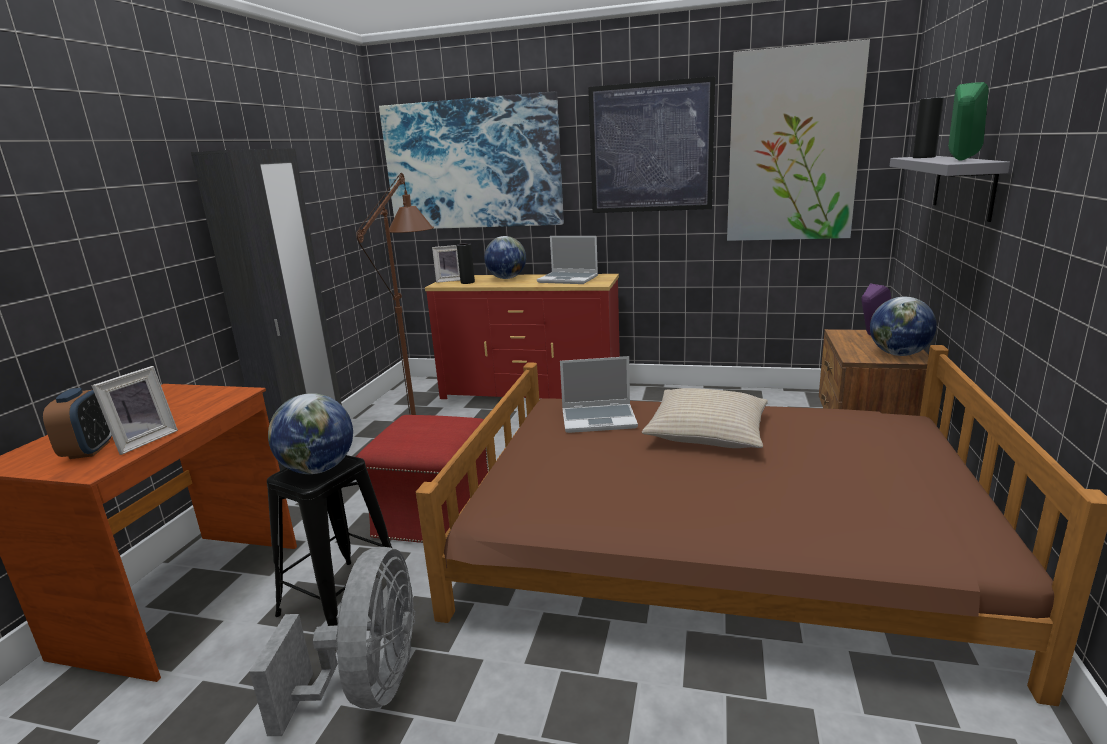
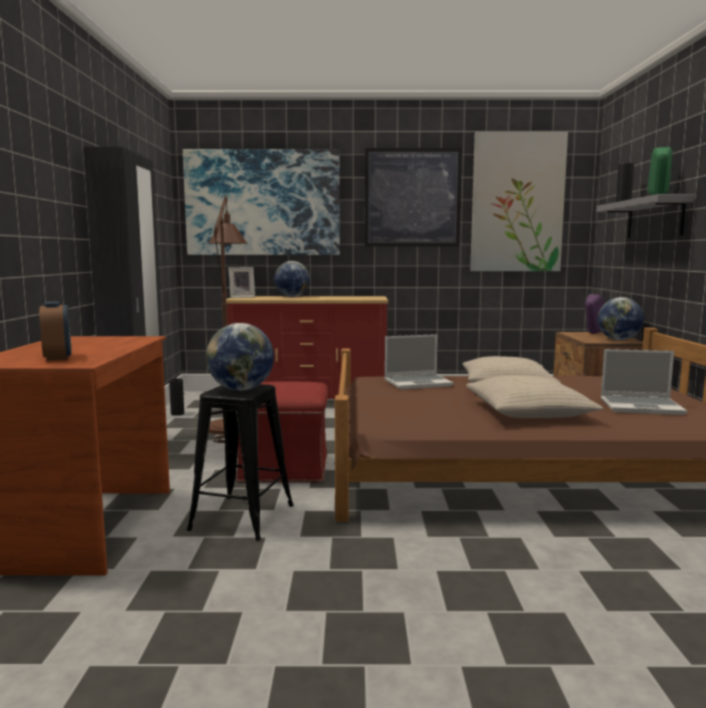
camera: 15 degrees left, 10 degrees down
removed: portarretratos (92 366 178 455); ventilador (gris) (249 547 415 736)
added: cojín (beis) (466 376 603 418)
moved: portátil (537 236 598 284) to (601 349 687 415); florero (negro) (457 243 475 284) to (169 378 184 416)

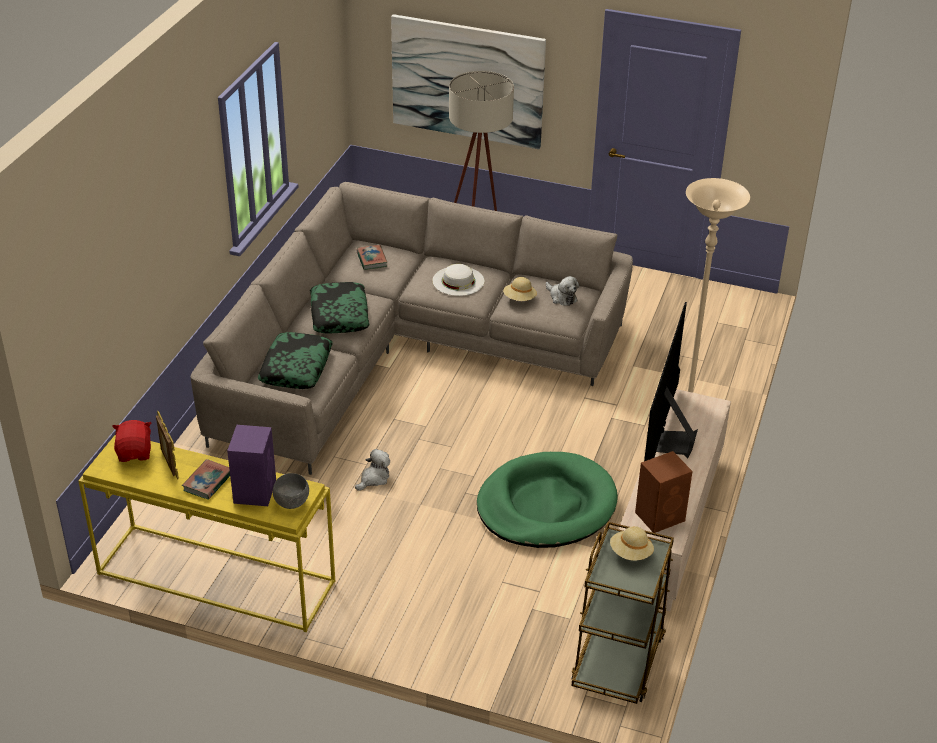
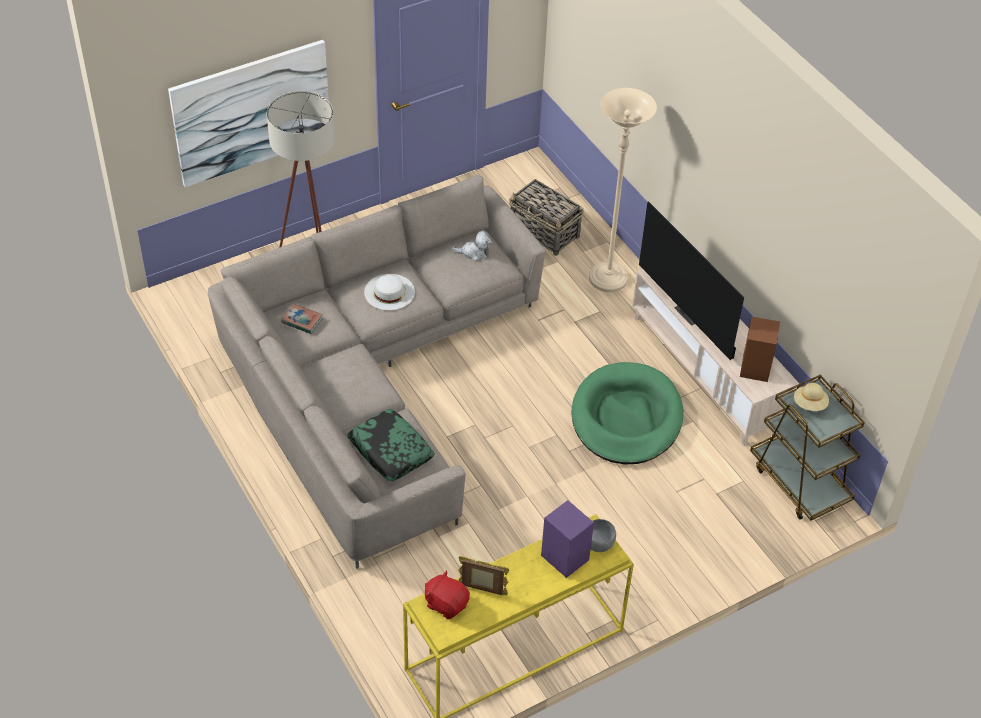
camera: 50 degrees left, 10 degrees up
removed: sombrero (beis) (503 277 537 301); cojín (310 282 370 334); peluche (355 449 390 490); libro (182 459 230 500)
added: cesta (509 179 583 256)

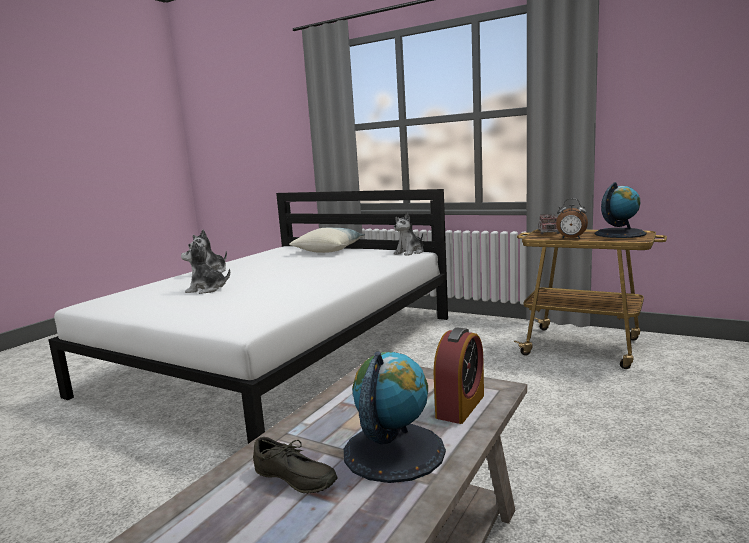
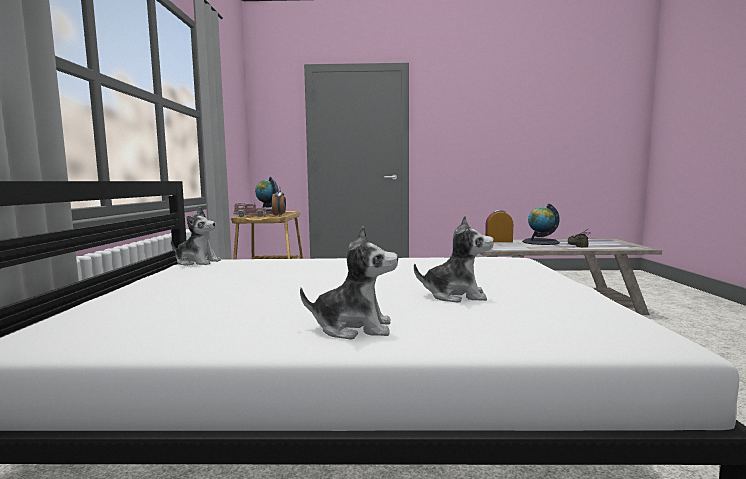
camera: 120 degrees left, 5 degrees down
removed: cojín (289 228 365 253)
turned: peluche (181 240 230 294) = (414 216 494 303) 60 degrees counterclockwise

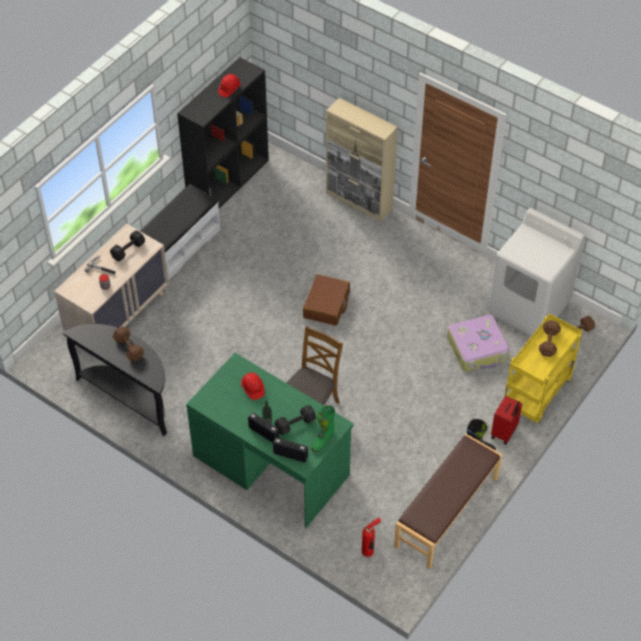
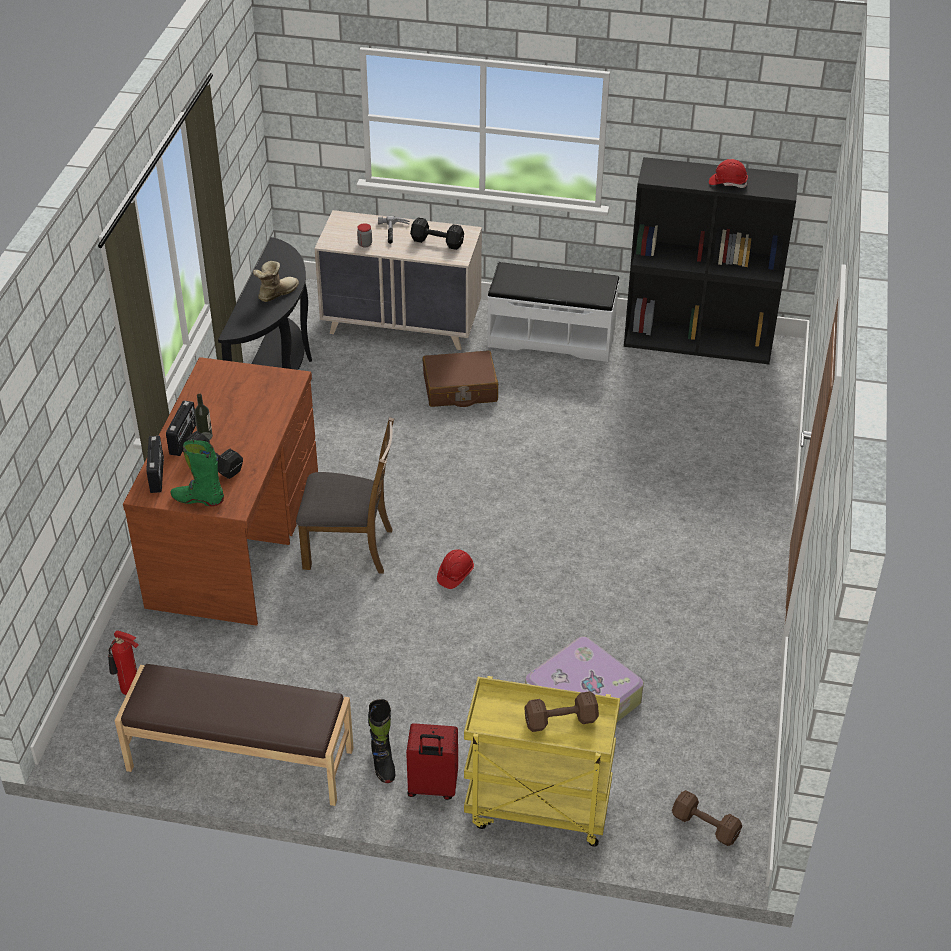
camera: 65 degrees right, 10 degrees down
removed: armario (beis) (326 98 397 222); lavadora (blanco) (488 208 585 336)
moved: maleta (marrón) (303 274 350 326) to (423 350 498 407); casco (rojo) (241 373 265 400) to (437 549 474 589)
replaced: mancuerna (marrón) (113 326 144 361) to bota (253 261 299 302)
recoloured: escritorio (verde) (186 353 354 528) to escritorio (marrón) (123 357 318 626)

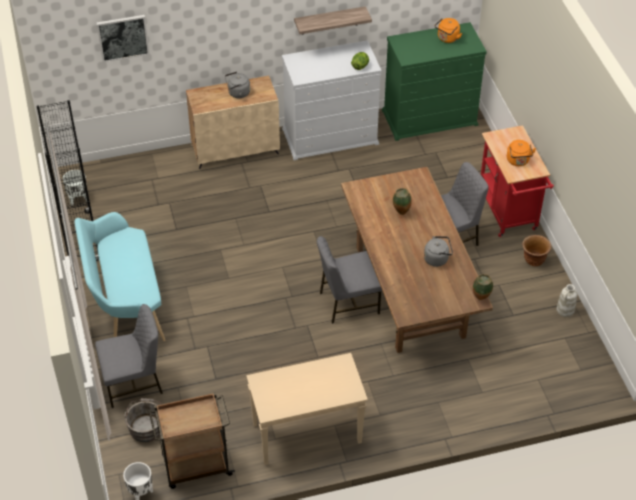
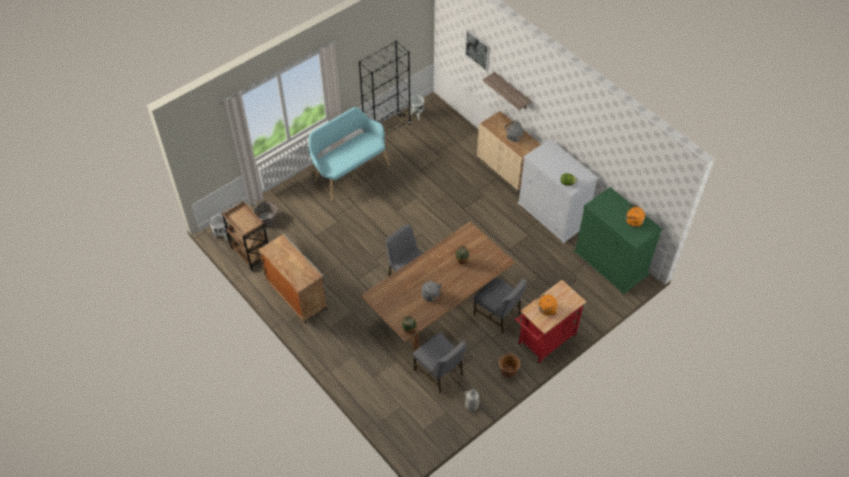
camera: 65 degrees right, 5 degrees up
moved: estante (294 6 372 35) to (483 72 531 110); silla (gris) (95 304 163 408) to (413 333 466 393)
replaced: mesa consola (beis) (246 353 368 465) to armario (gris) (259 234 328 324)

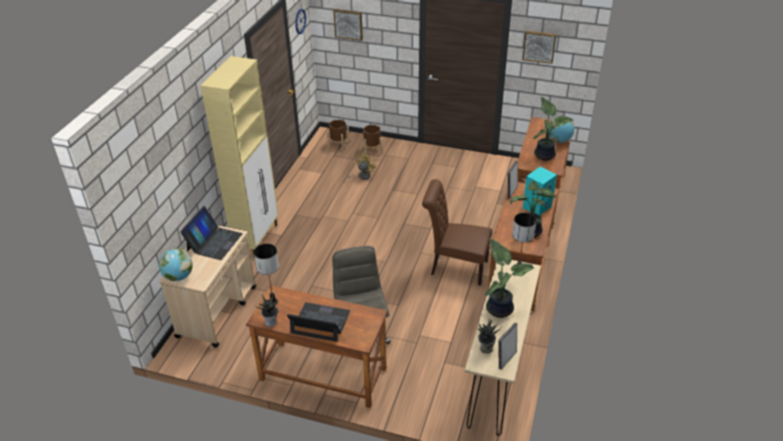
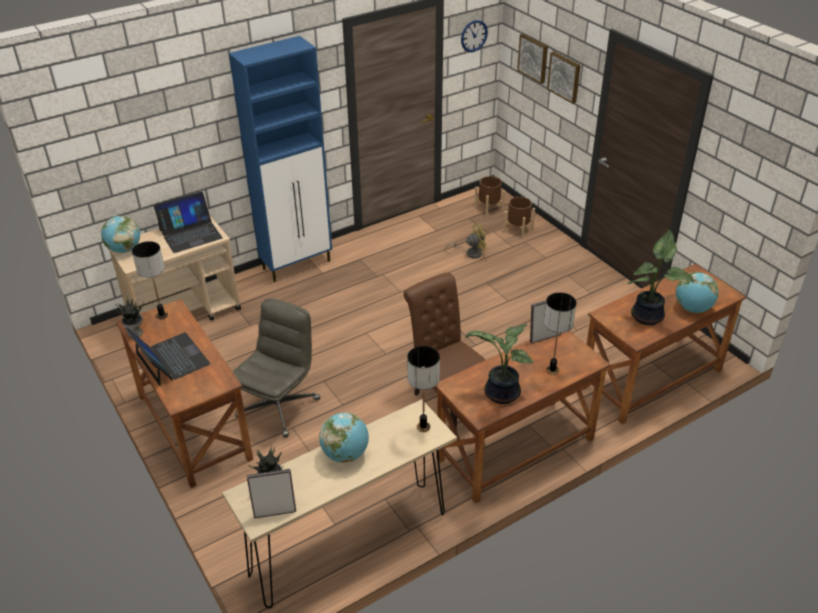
camera: 40 degrees right, 0 degrees up
moved: cuadro (522 31 557 64) to (547 52 581 104)
replaced: altavoz (turquesa) (523 167 557 216) to lámpara de mesa (544 292 577 375); planta en maceta (485 239 535 318) to globo terráqueo (319 413 369 463)
recoloured: armario (beis) (200 56 278 258) to armario (azul) (229 36 332 282)

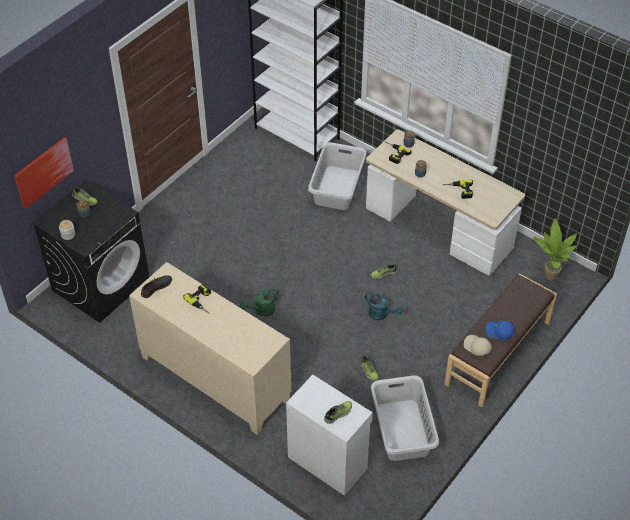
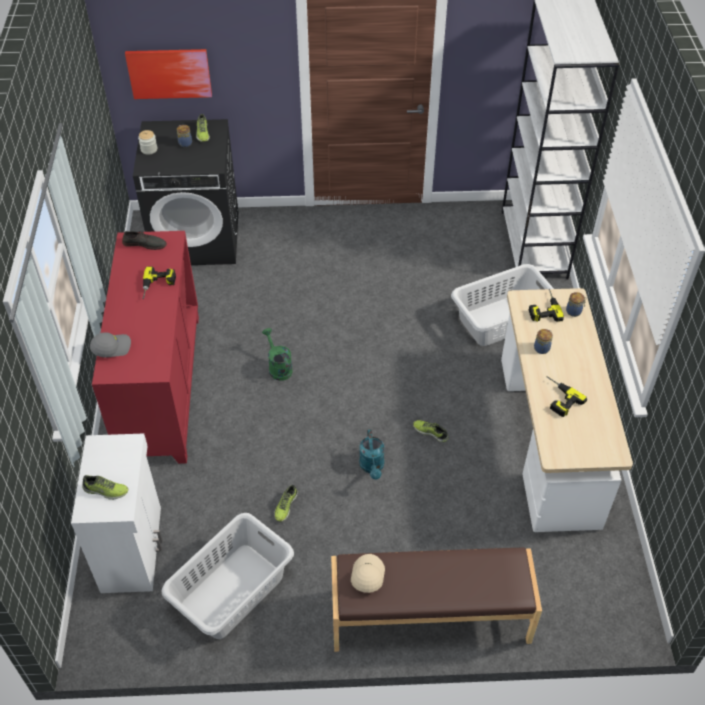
camera: 50 degrees right, 0 degrees up
removed: planta en maceta (533 219 577 281); gorra (azul) (486 321 515 339)
added: gorra (gris) (90 332 131 358)
recoloured: armario (beis) (129 262 291 435) to armario (rojo) (92 231 199 464)
turned: regadera (verde) (240 288 278 317) = (262 328 293 381) 45 degrees clockwise

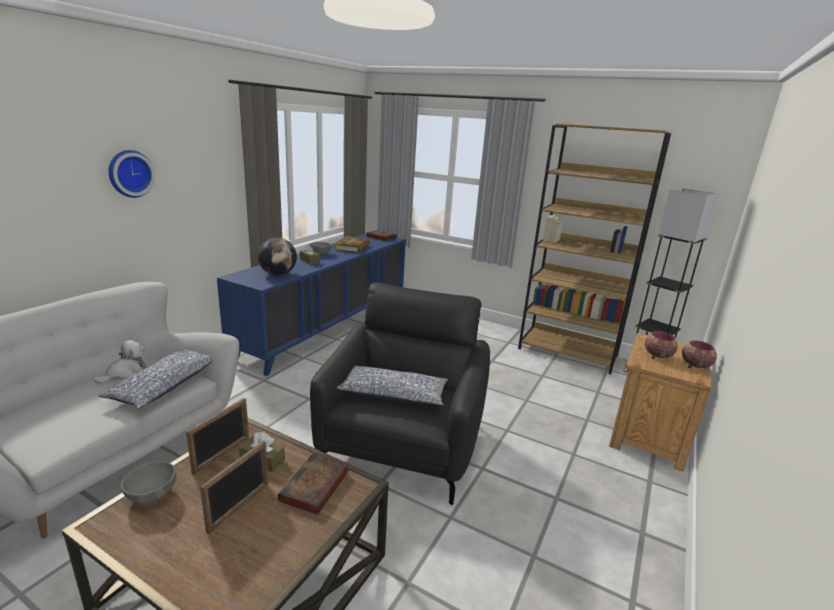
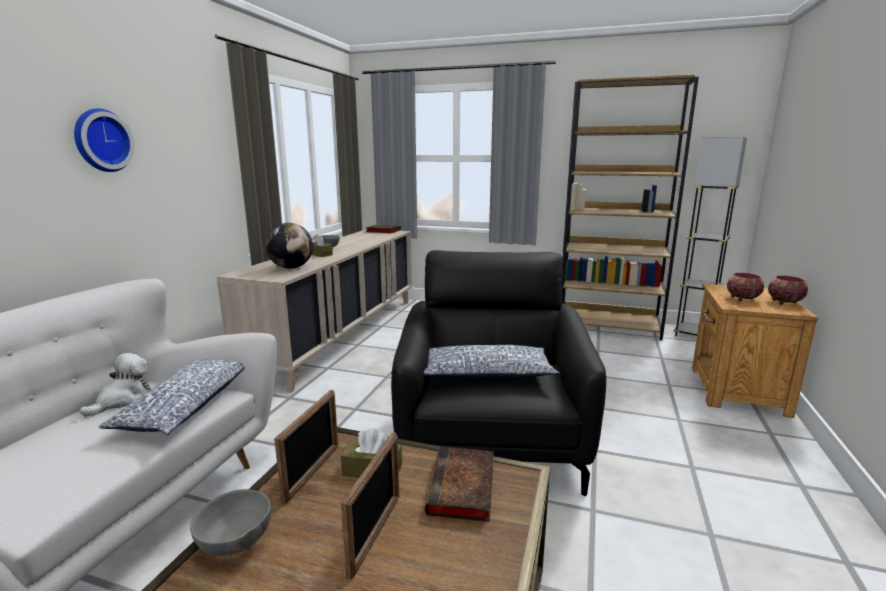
camera: 10 degrees left, 5 degrees down
removed: libro (334 236 370 253)
recoloured: armario (azul) (217 234 406 376) to armario (beis) (217 229 412 393)

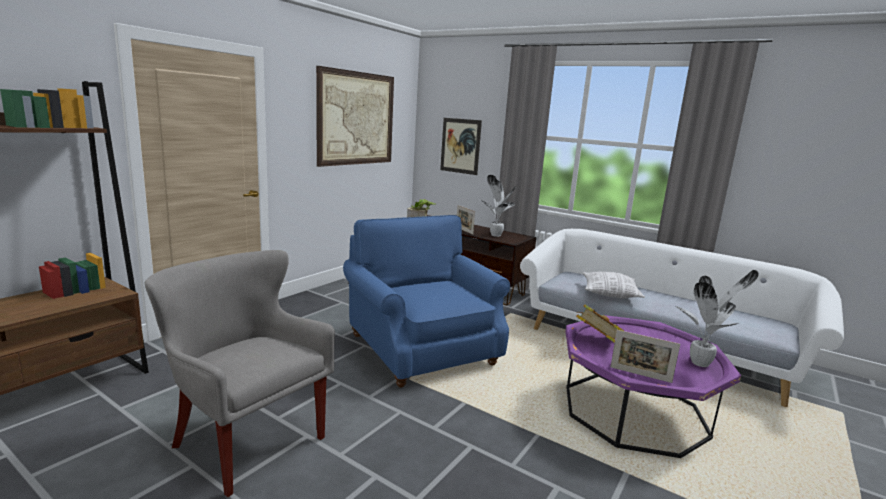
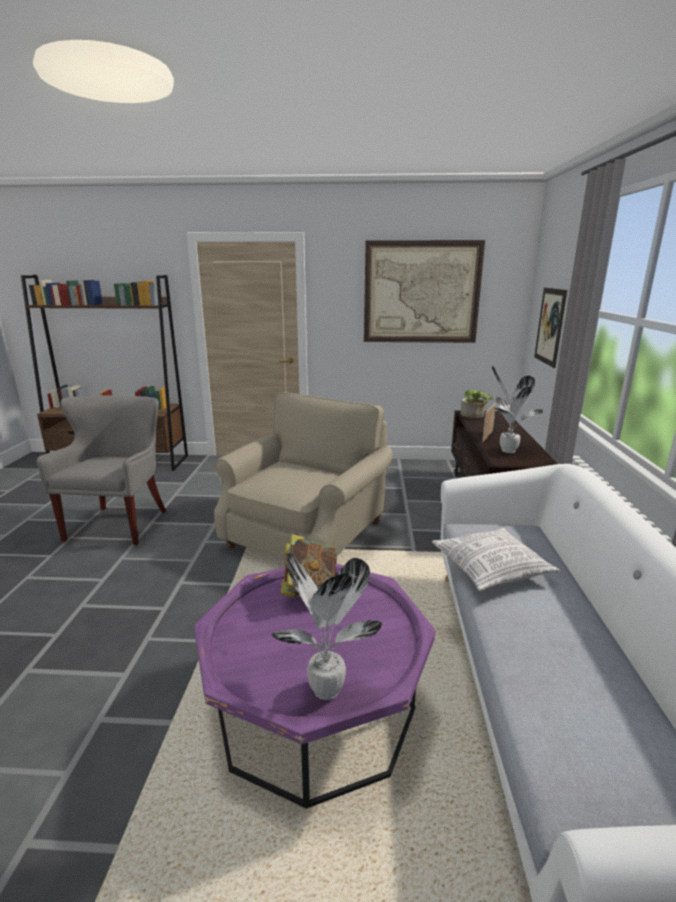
camera: 60 degrees right, 5 degrees up
removed: portarretratos (611 330 680 383)
recoloured: sillón (azul) (343 215 510 388) to sillón (beis) (214 392 393 560)

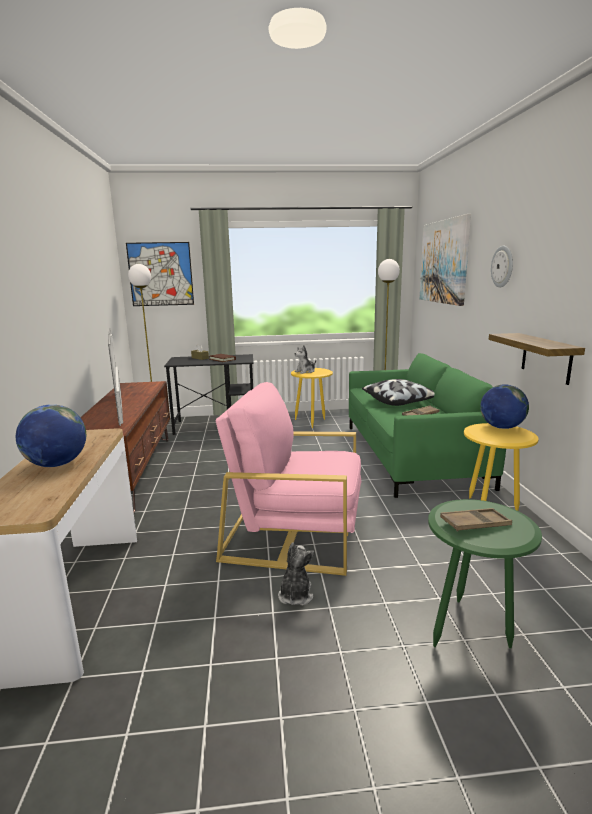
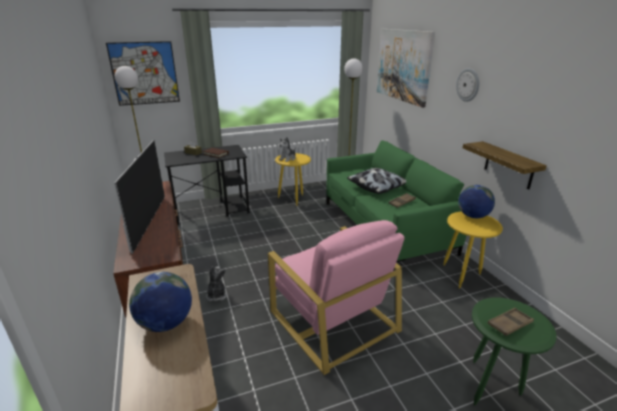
camera: 15 degrees left, 10 degrees up
moved: peluche (278 542 314 606) to (206 266 228 301)
turned: televisor (108 328 123 426) = (114 140 165 254) 150 degrees counterclockwise; sillón (rosa) (215 382 361 576) = (268 220 405 375) 120 degrees counterclockwise

